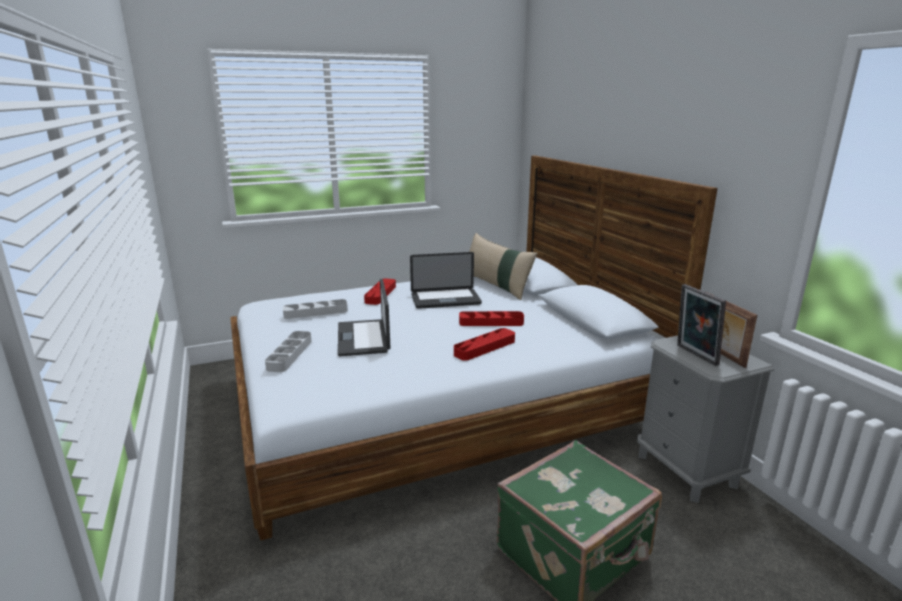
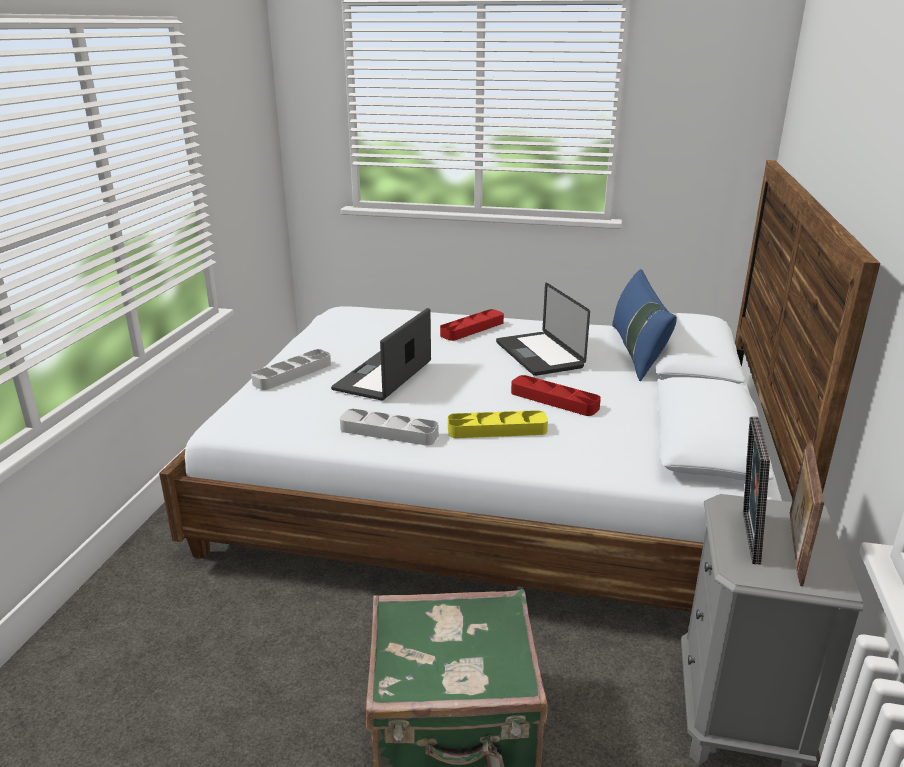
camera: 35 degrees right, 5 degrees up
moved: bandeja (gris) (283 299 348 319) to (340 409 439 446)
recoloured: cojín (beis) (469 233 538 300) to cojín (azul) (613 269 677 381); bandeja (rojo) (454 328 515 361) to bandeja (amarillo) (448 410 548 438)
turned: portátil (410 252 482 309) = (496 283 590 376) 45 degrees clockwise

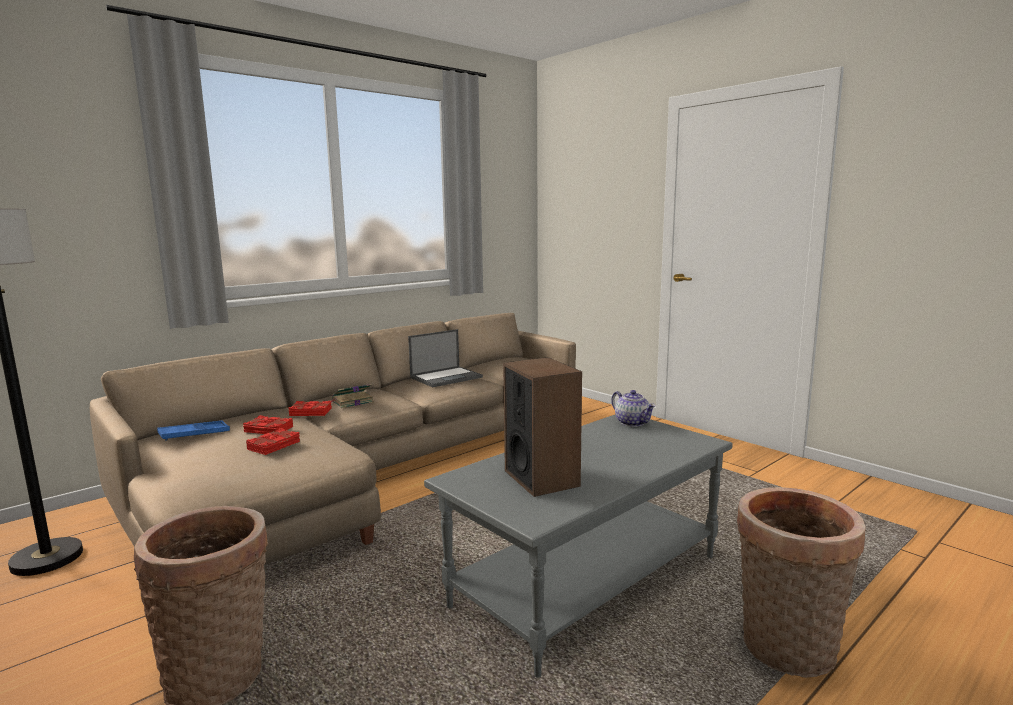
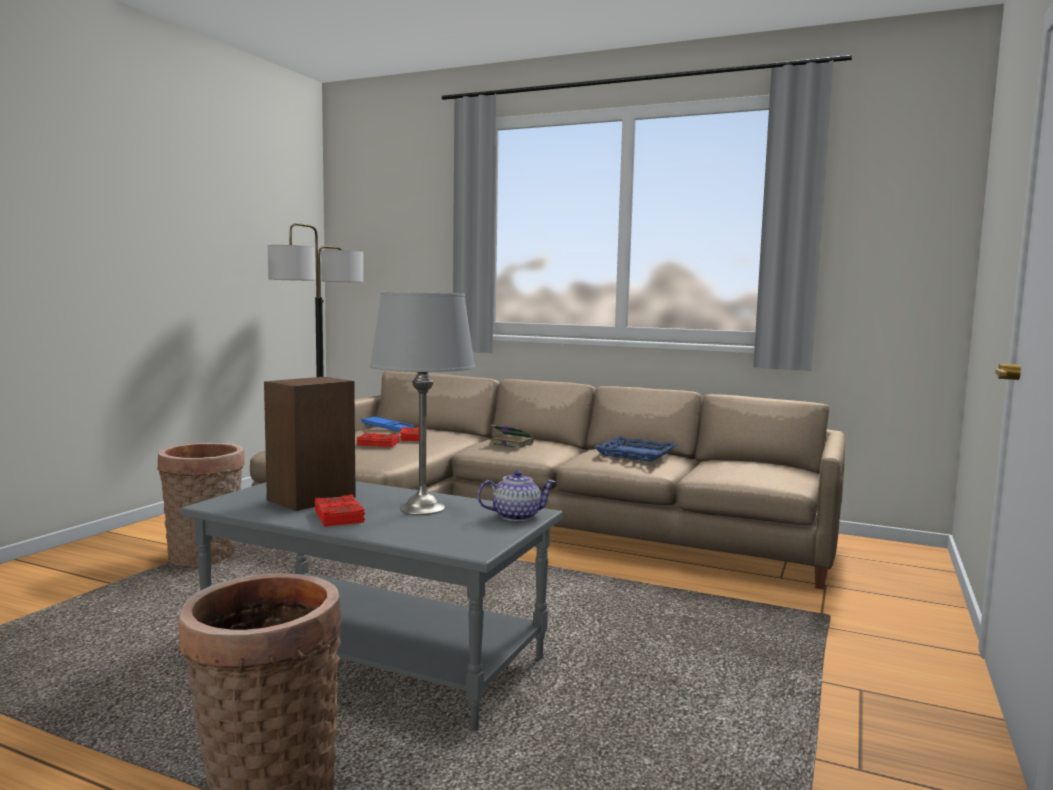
camera: 65 degrees right, 5 degrees down
added: lámpara de mesa (gris) (370 292 475 515)
moved: libro (rojo) (288 401 332 416) to (314 494 365 527)
replaced: portátil (408 329 483 387) to bandeja (azul) (594 437 677 462)
turned: tetera (611 390 656 427) = (477 470 556 521) 135 degrees counterclockwise

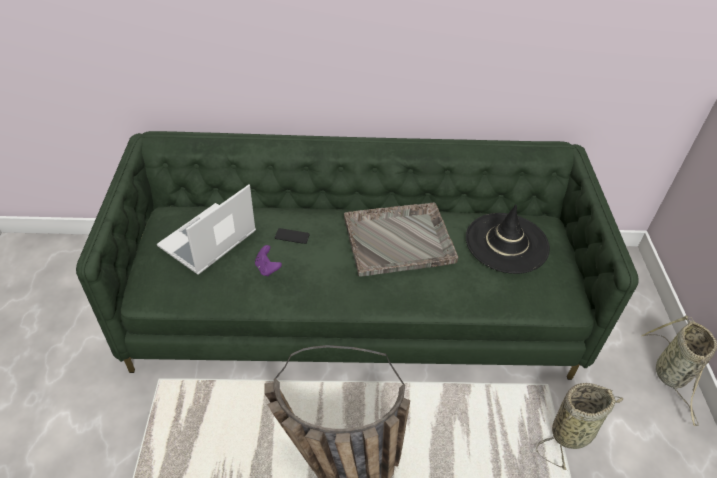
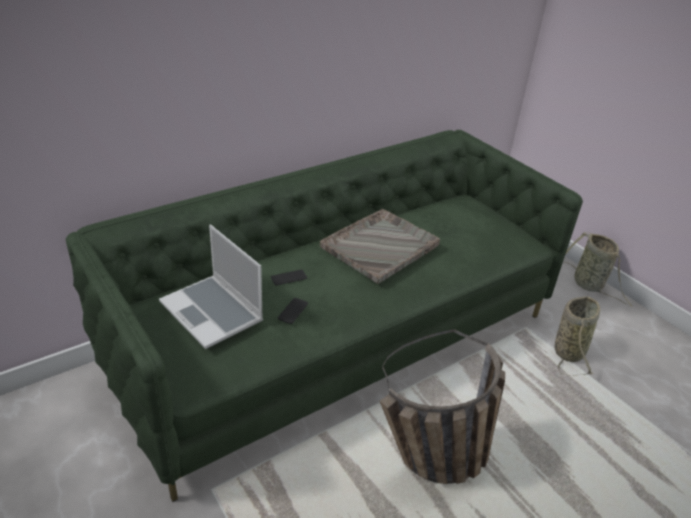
camera: 35 degrees left, 10 degrees down
removed: sombrero (negro) (466 205 550 274)
replaced: mando de consola (morado) (255 245 282 277) to móvil (278 298 308 324)
turned: portátil (157 184 256 275) = (159 225 263 349) 45 degrees counterclockwise

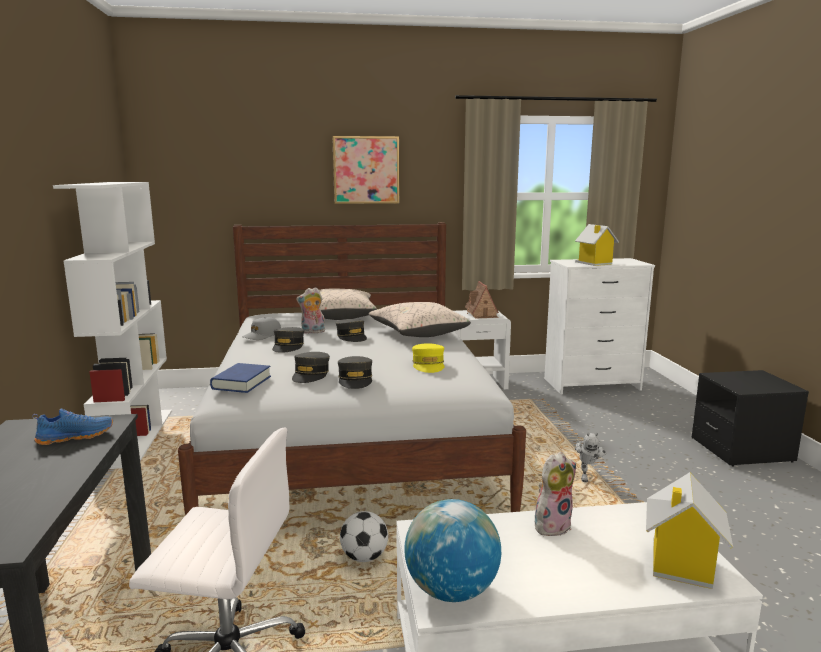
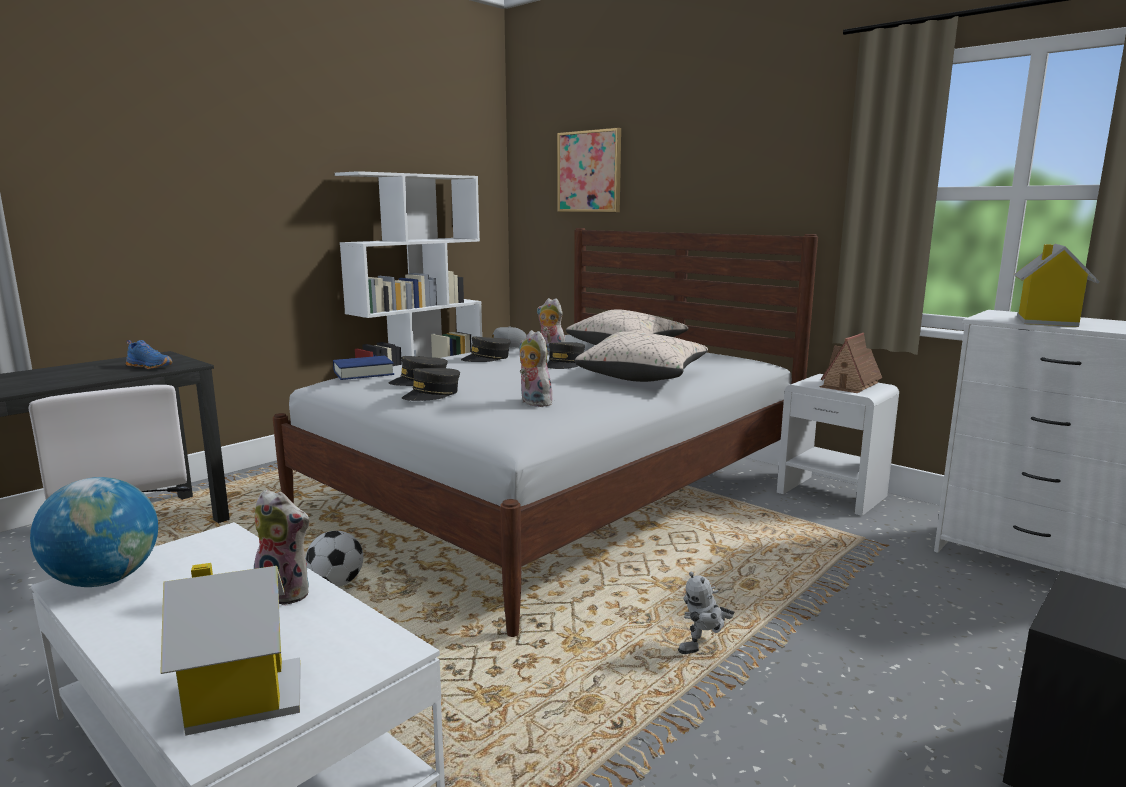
camera: 50 degrees right, 0 degrees up
moved: cuadro (332 136 399 204) to (557 128 621 212)
replaced: gorra (amarillo) (412 343 444 373) to peluche (520 330 553 407)

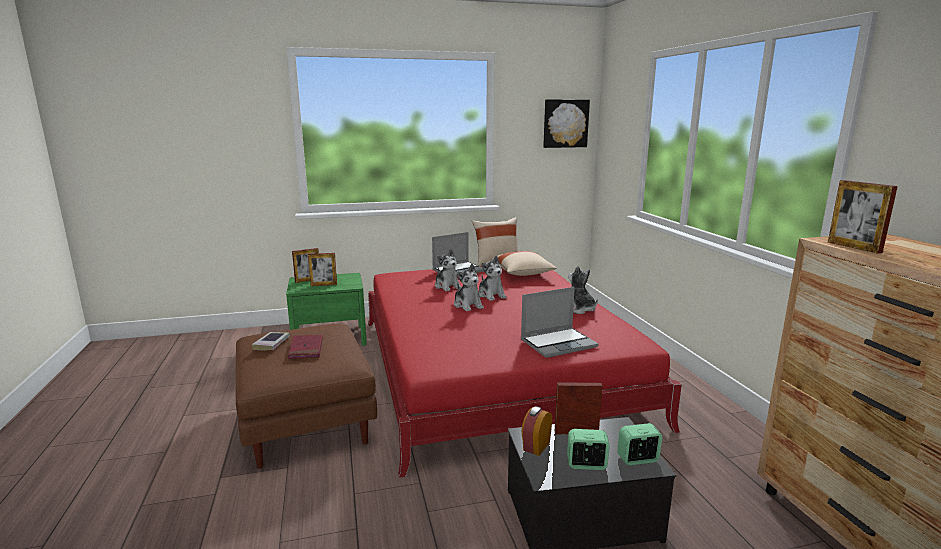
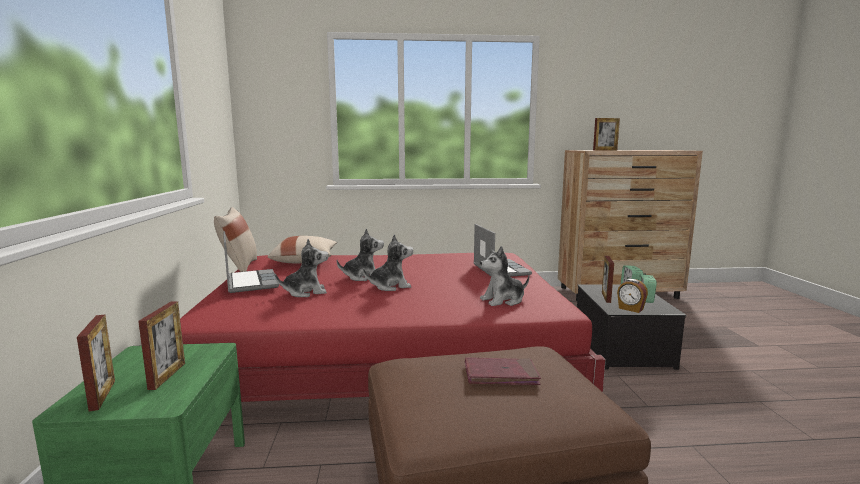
camera: 80 degrees left, 5 degrees down
removed: cuadro (543 99 590 148); libro (252 332 290 350)
moved: peluche (568 266 598 314) to (480 246 529 306)

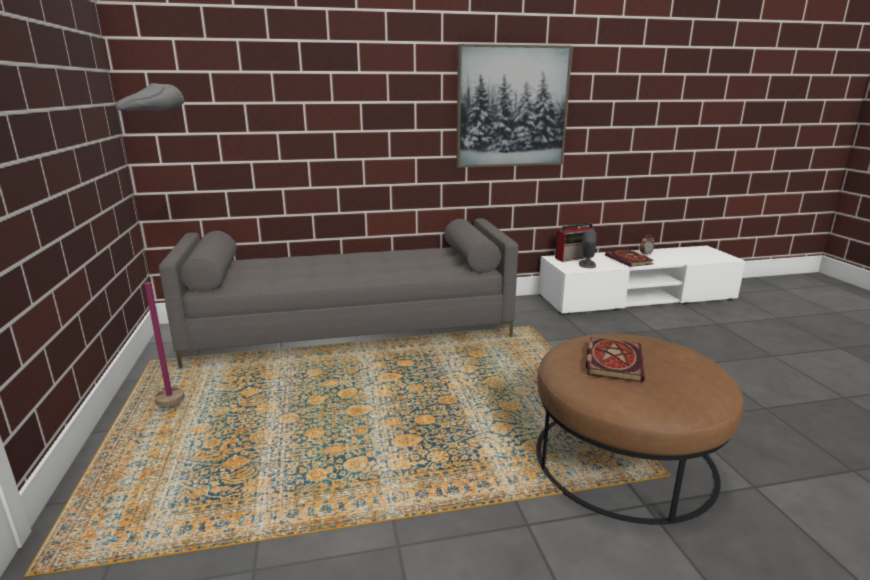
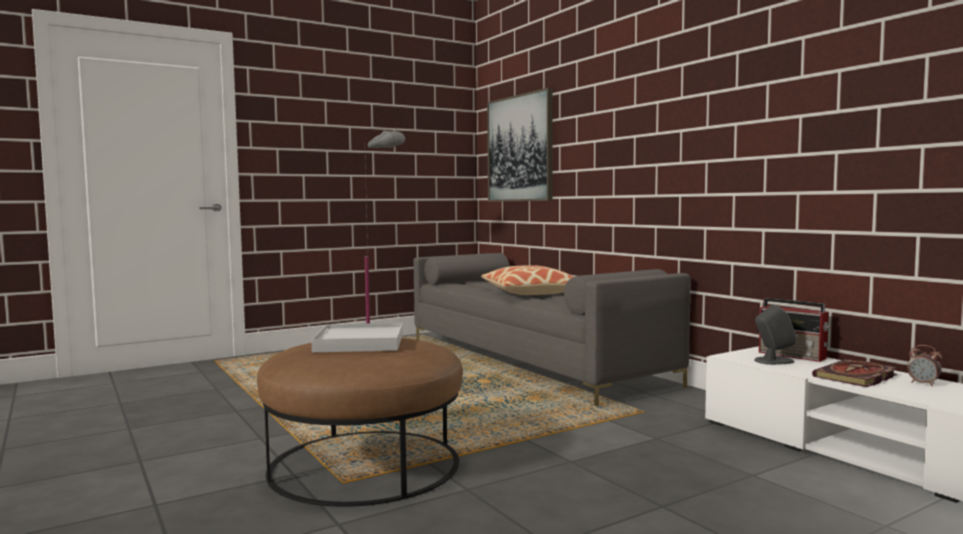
camera: 70 degrees right, 15 degrees down
added: cojín (481 265 574 295)
moved: cuadro (456 44 572 168) to (487 88 553 202)
replaced: libro (586 337 645 382) to bandeja (blanco) (312 323 403 352)

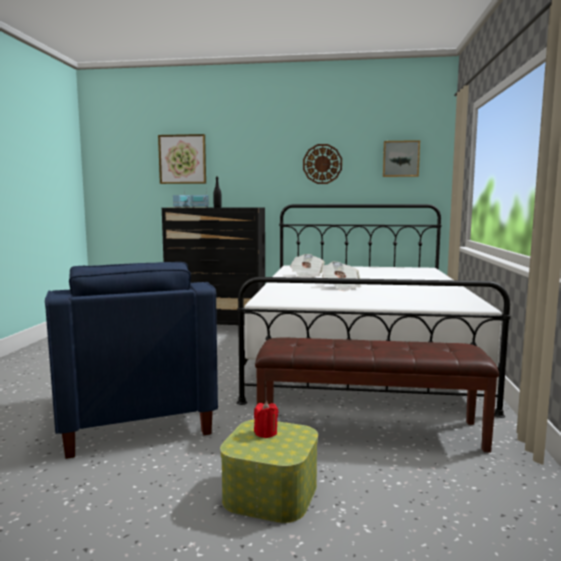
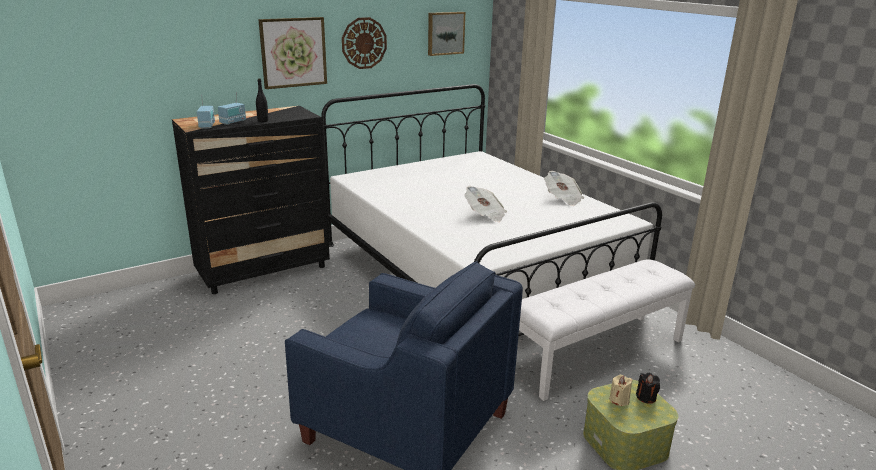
camera: 40 degrees left, 15 degrees up
added: vela (negro) (636 373 660 404)
moved: cuadro (158 134 206 184) to (258 17 327 89); periódico (290 254 325 278) to (544 171 584 206)
recoloured: banco (marrón) (255 337 499 453) to banco (blanco) (519 259 695 401); vela (rojo) (254 402 278 438) to vela (beis) (609 375 632 406)

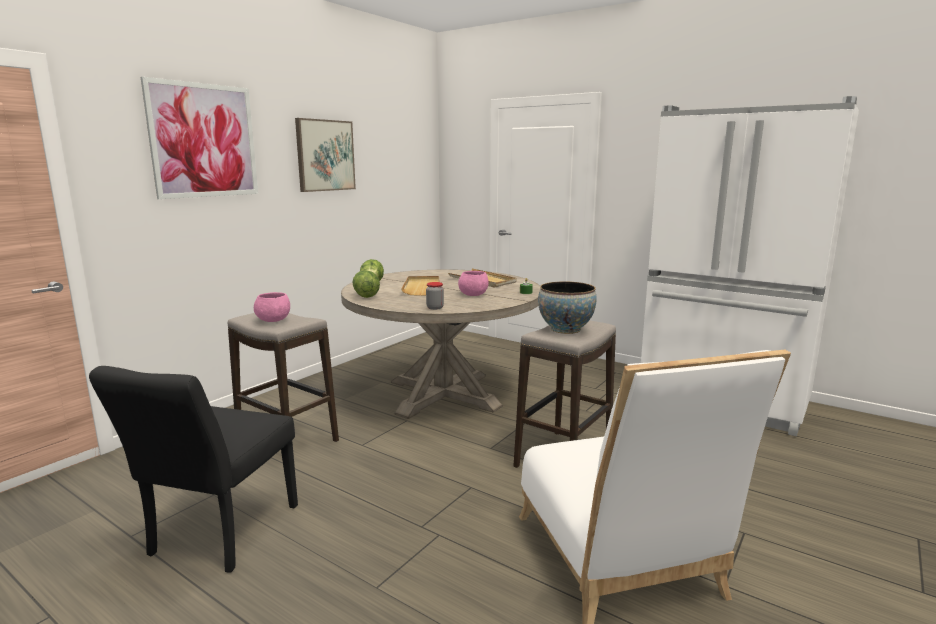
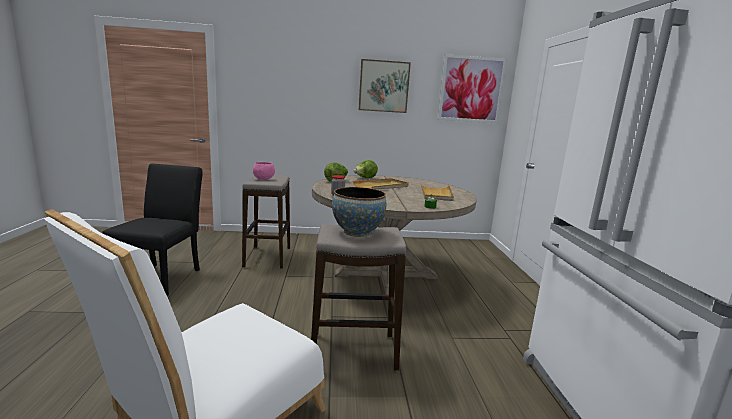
camera: 50 degrees right, 0 degrees up
removed: cuenco (rosa) (458 271 489 296)
moved: cuadro (141 77 258 199) to (438 54 507 123)
turned: silla (negro) (89 366 298 573) = (102 164 202 296) 120 degrees clockwise

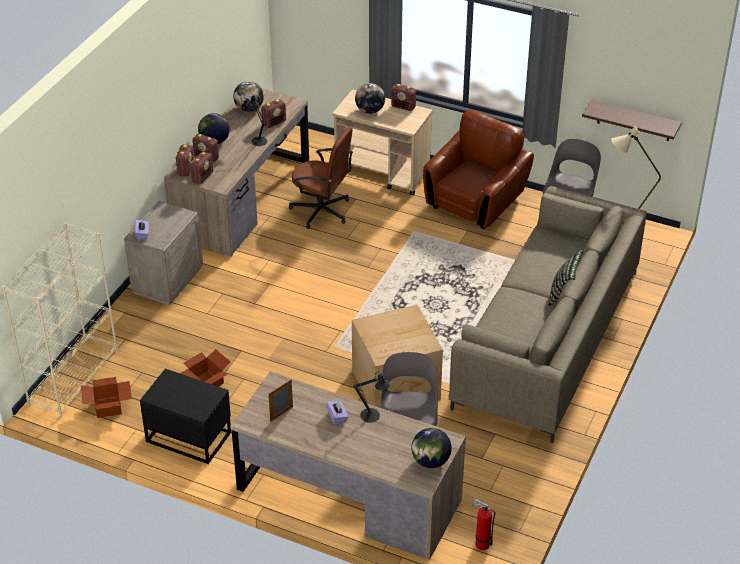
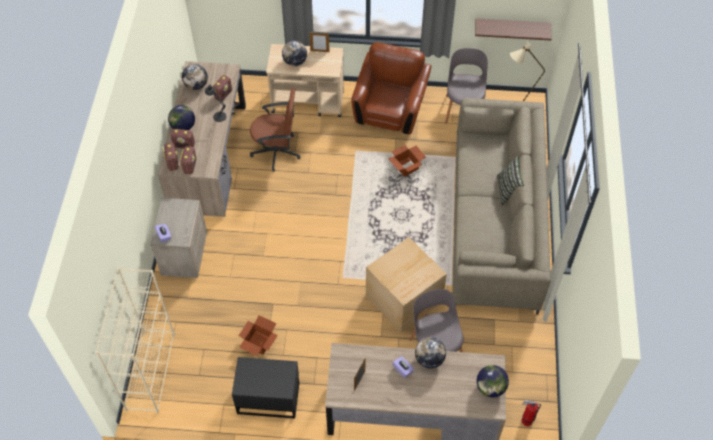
camera: 20 degrees left, 15 degrees up
moved: caja de cartón (81 377 132 418) to (388 145 426 177)
replaced: radio (391 84 416 111) to portarretratos (309 32 330 52); lámpara de mesa (negro) (353 371 390 423) to globo terráqueo (415 337 446 369)

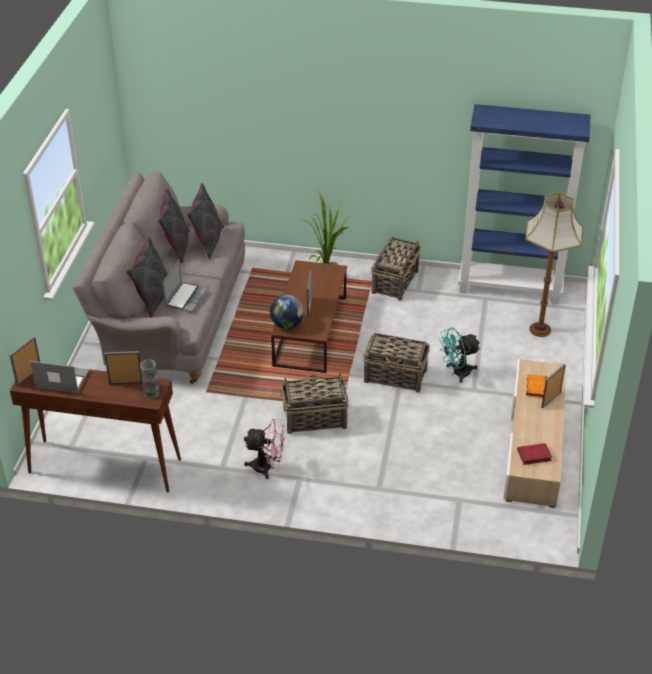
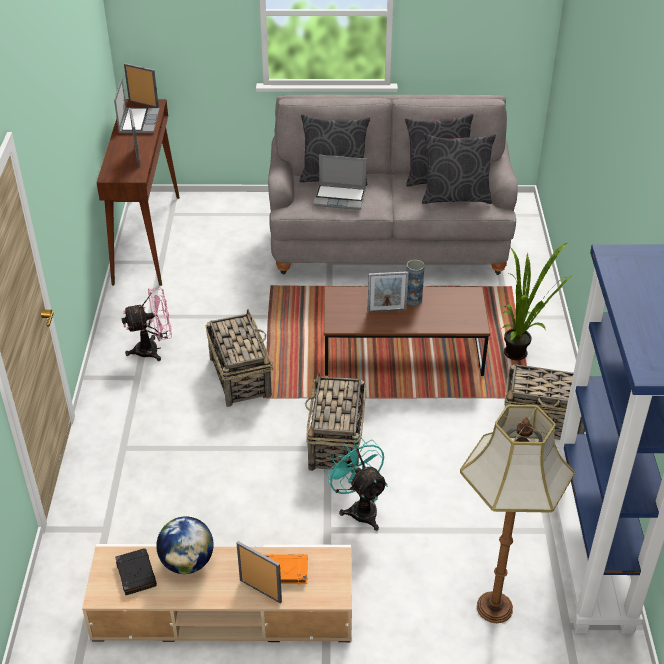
camera: 80 degrees right, 0 degrees up
moved: globo terráqueo (270 295 304 329) to (156 516 214 574); florero (140 359 159 399) to (406 260 425 305)
recoloured: libro (rojo) (517 443 552 465) to libro (negro) (115 548 157 595)
turned: ventilador (rosa) (244 419 285 479) = (122 287 172 361) 105 degrees counterclockwise

